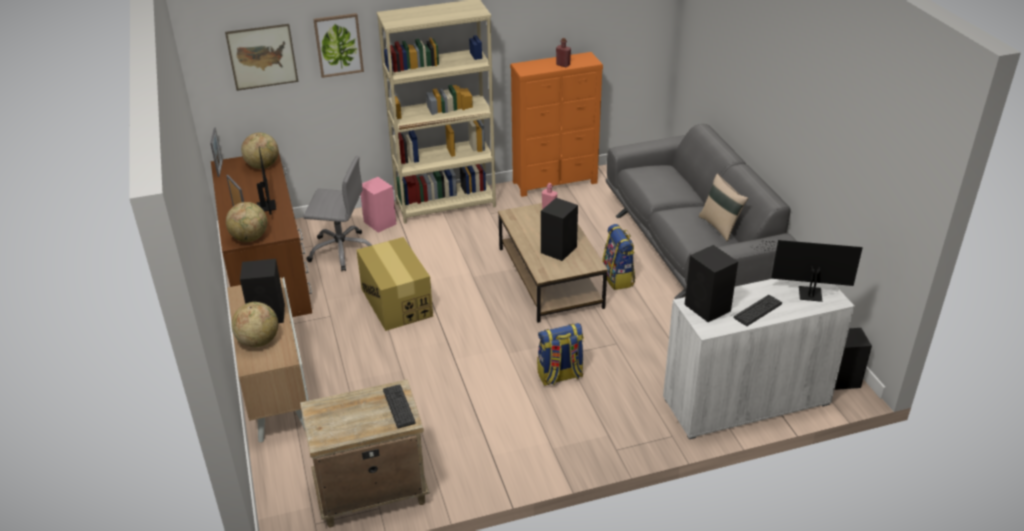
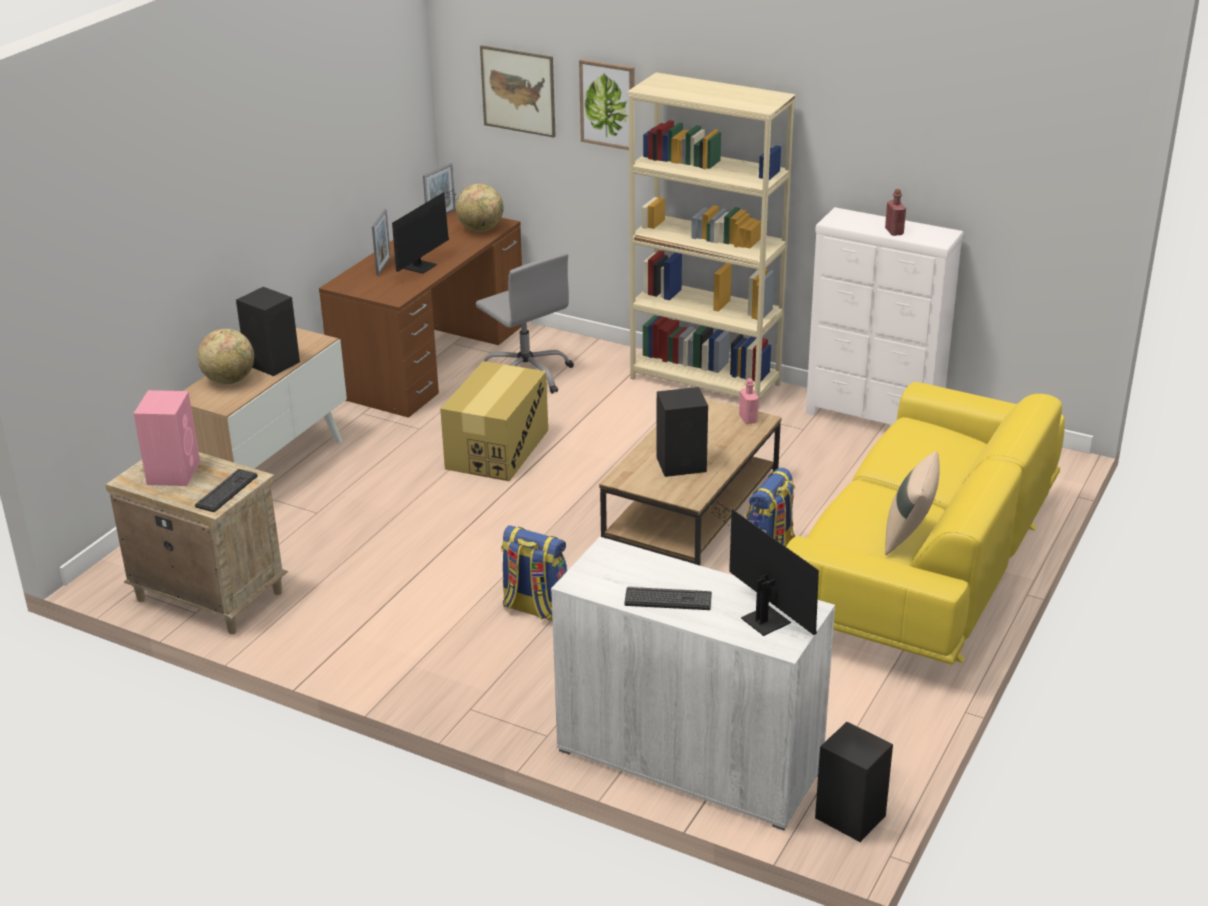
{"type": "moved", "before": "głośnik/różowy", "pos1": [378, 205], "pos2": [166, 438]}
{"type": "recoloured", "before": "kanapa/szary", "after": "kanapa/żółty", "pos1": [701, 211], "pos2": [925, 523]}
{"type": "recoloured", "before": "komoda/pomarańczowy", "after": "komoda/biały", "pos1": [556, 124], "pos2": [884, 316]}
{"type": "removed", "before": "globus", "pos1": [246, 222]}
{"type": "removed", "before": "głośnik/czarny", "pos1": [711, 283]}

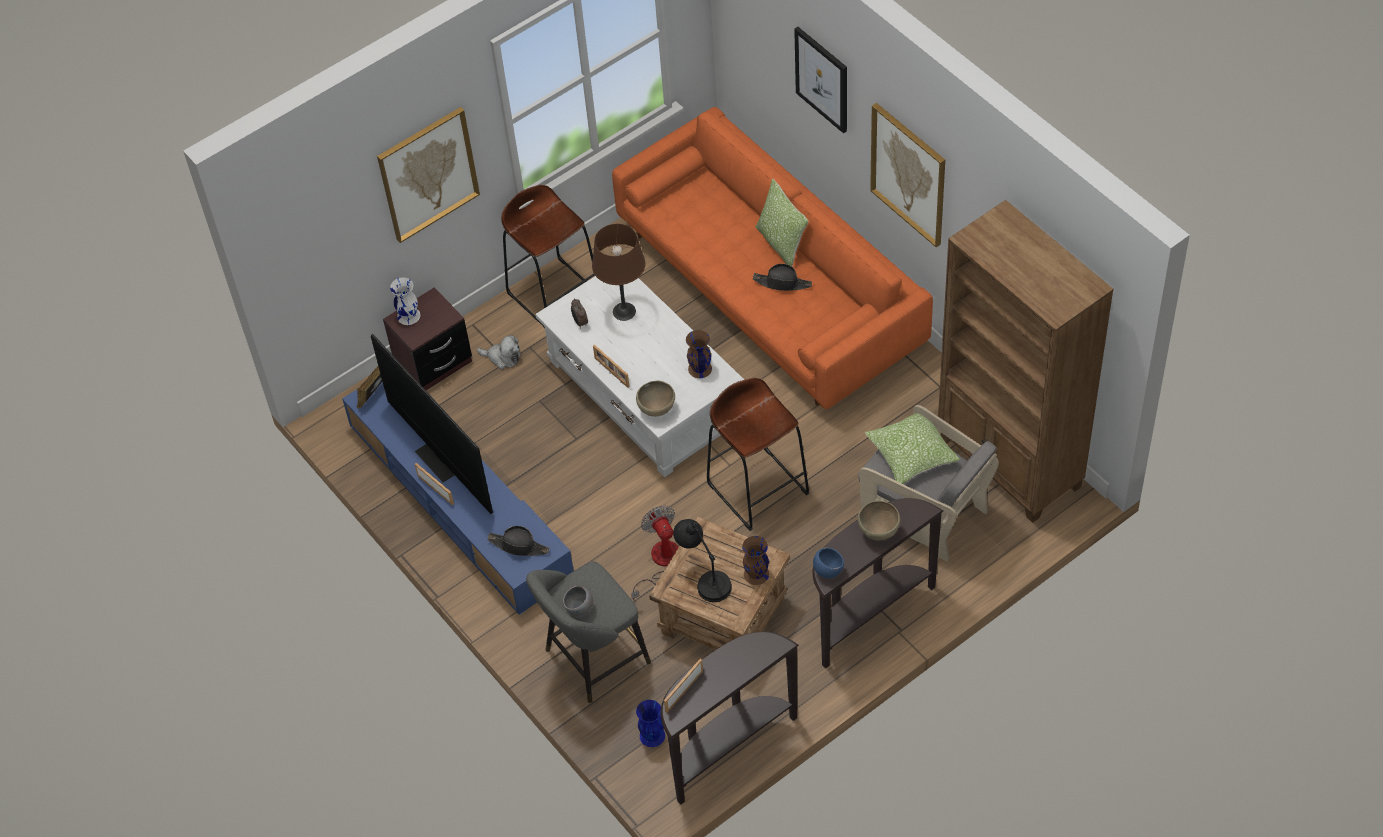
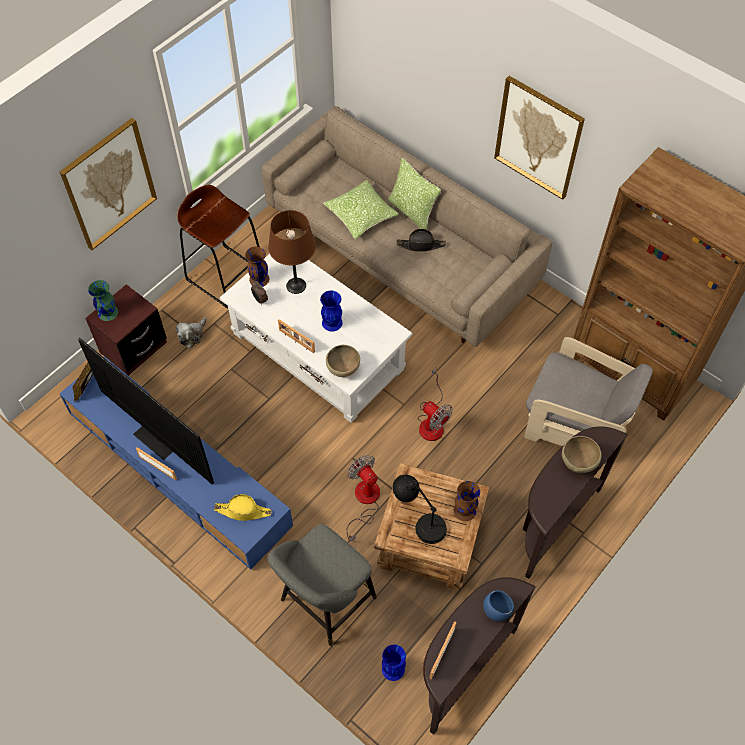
{"type": "recoloured", "before": "wazon/biały", "after": "wazon/zielony", "pos1": [405, 301], "pos2": [103, 300]}
{"type": "turned", "before": "pluszak", "pos1": [498, 352], "pos2": [191, 332], "turn": 120}
{"type": "recoloured", "before": "kapelusz/czarny", "after": "kapelusz/żółty", "pos1": [518, 541], "pos2": [243, 507]}
{"type": "moved", "before": "wazon/brązowy", "pos1": [699, 354], "pos2": [257, 266]}
{"type": "recoloured", "before": "kanapa/pomarańczowy", "after": "kanapa/beżowy", "pos1": [772, 258], "pos2": [407, 226]}
{"type": "added", "after": "wazon/niebieski", "pos2": [331, 311]}
{"type": "moved", "before": "poduszka", "pos1": [912, 446], "pos2": [361, 209]}
{"type": "replaced", "before": "stołek/brązowy", "after": "wentylator", "pos1": [758, 454], "pos2": [435, 404]}
{"type": "moved", "before": "miska/niebieski", "pos1": [828, 563], "pos2": [498, 606]}
{"type": "removed", "before": "miska/szary", "pos1": [578, 601]}
{"type": "removed", "before": "obraz", "pos1": [820, 80]}

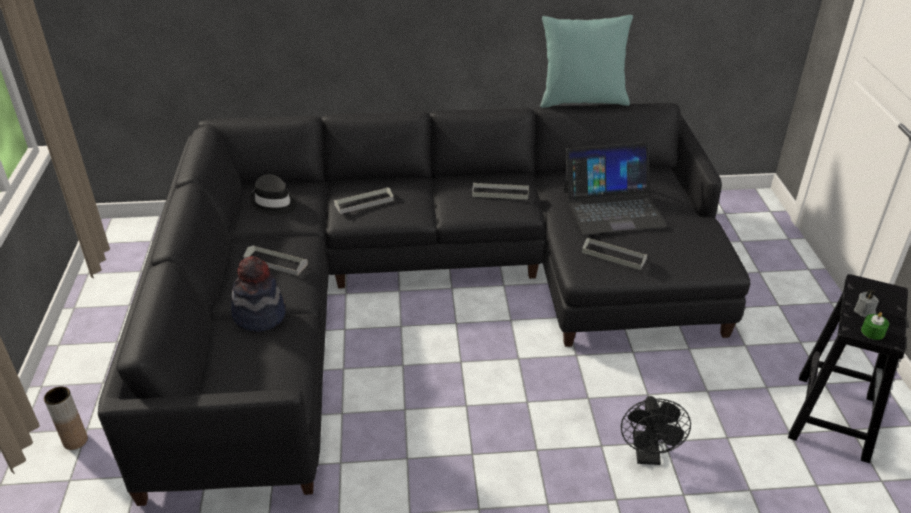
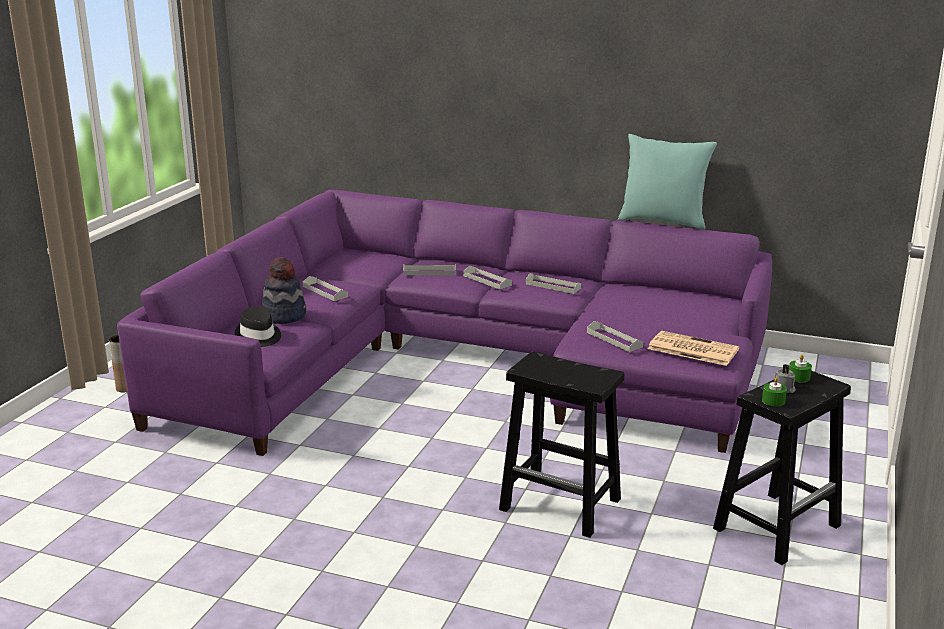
{"type": "recoloured", "before": "kanapa/czarny", "after": "kanapa/fioletowy", "pos1": [424, 304], "pos2": [444, 323]}
{"type": "moved", "before": "kapelusz/czarny", "pos1": [273, 194], "pos2": [258, 326]}
{"type": "added", "after": "taca/szary", "pos2": [487, 277]}
{"type": "replaced", "before": "wentylator/czarny", "after": "stołek/czarny", "pos1": [656, 430], "pos2": [561, 444]}
{"type": "added", "after": "gazeta", "pos2": [693, 348]}
{"type": "added", "after": "świeca/zielony", "pos2": [800, 368]}
{"type": "removed", "before": "laptop", "pos1": [615, 188]}

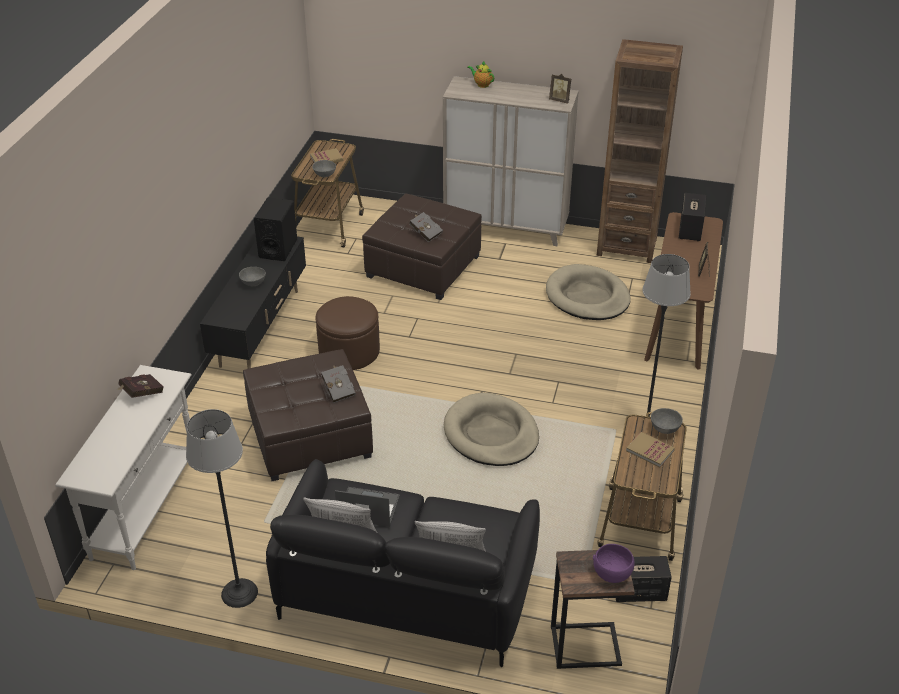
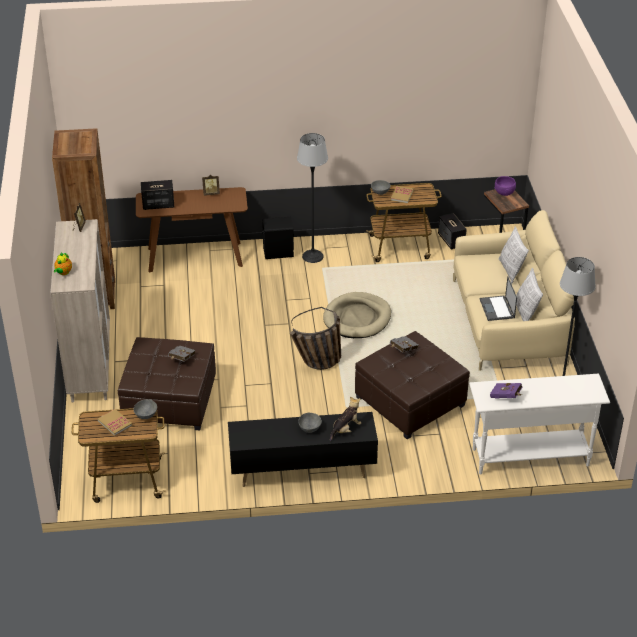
{"type": "moved", "before": "głośnik/czarny", "pos1": [275, 229], "pos2": [278, 238]}
{"type": "added", "after": "koszyk", "pos2": [315, 338]}
{"type": "added", "after": "pluszak", "pos2": [345, 419]}
{"type": "recoloured", "before": "kanapa/czarny", "after": "kanapa/beżowy", "pos1": [403, 563], "pos2": [514, 290]}
{"type": "recoloured", "before": "książka/czerwony", "after": "książka/fioletowy", "pos1": [140, 386], "pos2": [506, 390]}
{"type": "removed", "before": "pufa/brązowy", "pos1": [348, 333]}
{"type": "removed", "before": "legowisko/beżowy", "pos1": [588, 292]}

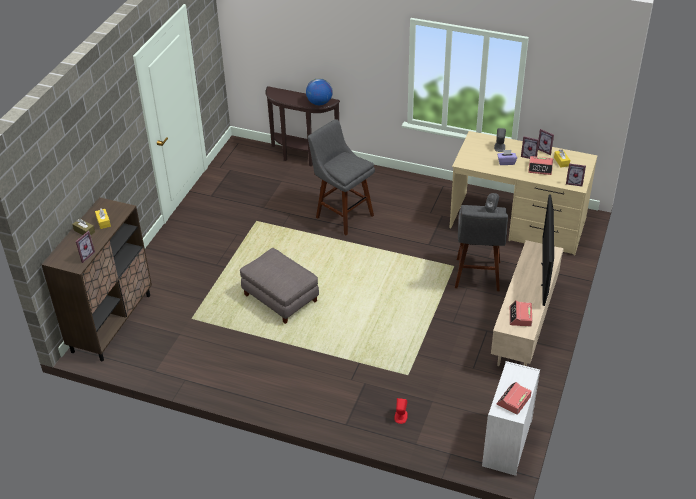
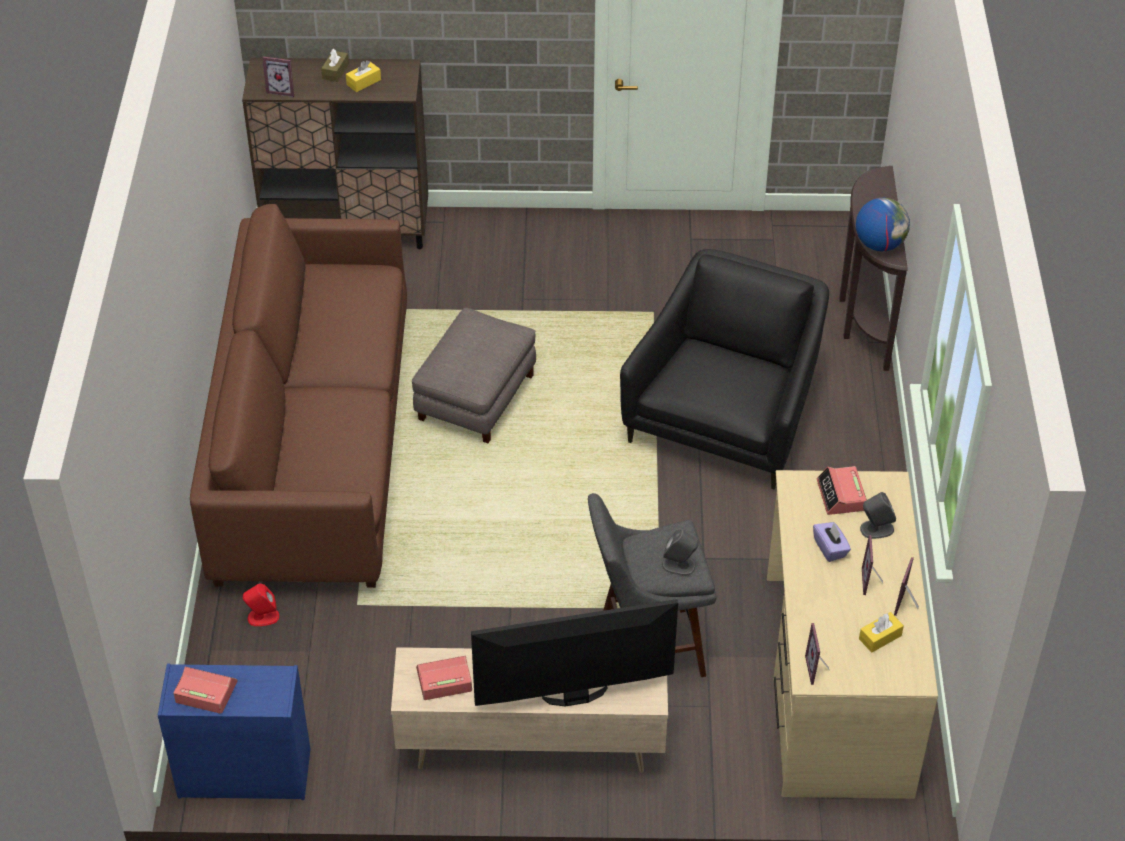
{"type": "recoloured", "before": "komoda/biały", "after": "komoda/niebieski", "pos1": [511, 418], "pos2": [234, 732]}
{"type": "added", "after": "kanapa/brązowy", "pos2": [298, 396]}
{"type": "replaced", "before": "stołek/szary", "after": "fotel/czarny", "pos1": [341, 177], "pos2": [724, 369]}
{"type": "moved", "before": "budzik", "pos1": [540, 165], "pos2": [842, 490]}

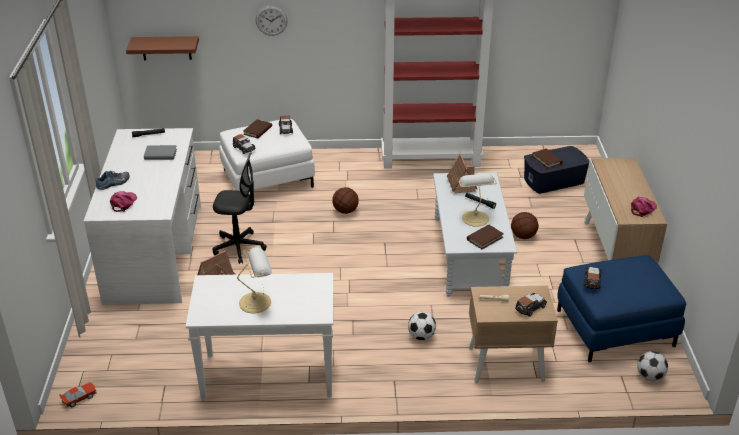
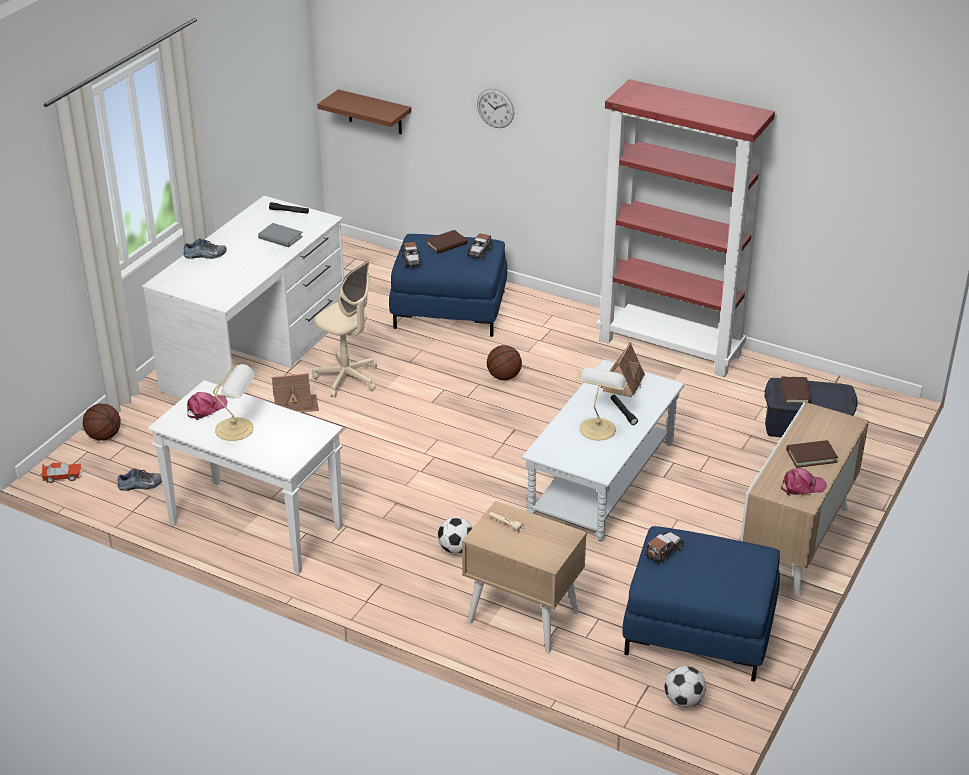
{"type": "moved", "before": "piłka do koszykówki", "pos1": [525, 225], "pos2": [102, 422]}
{"type": "added", "after": "but", "pos2": [139, 479]}
{"type": "moved", "before": "czapka z daszkiem/różowy", "pos1": [123, 201], "pos2": [207, 406]}
{"type": "recoloured", "before": "krzesło biurowe/czarny", "after": "krzesło biurowe/beżowy", "pos1": [240, 207], "pos2": [344, 329]}
{"type": "recoloured", "before": "pufa/biały", "after": "pufa/niebieski", "pos1": [267, 155], "pos2": [448, 285]}
{"type": "moved", "before": "książka/brązowy", "pos1": [485, 237], "pos2": [812, 454]}
{"type": "removed", "before": "samochodzik", "pos1": [531, 305]}

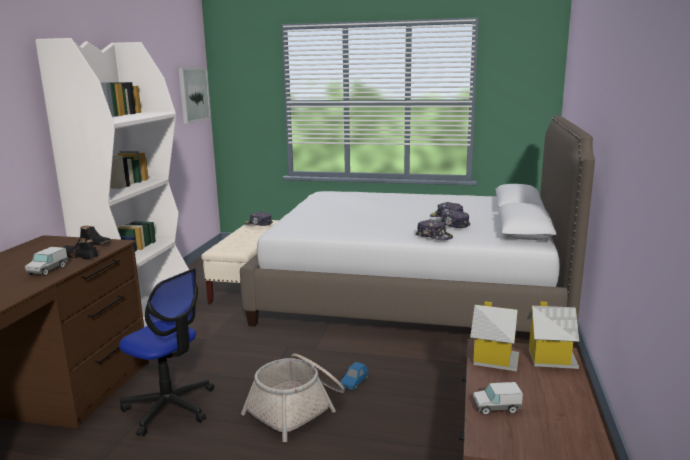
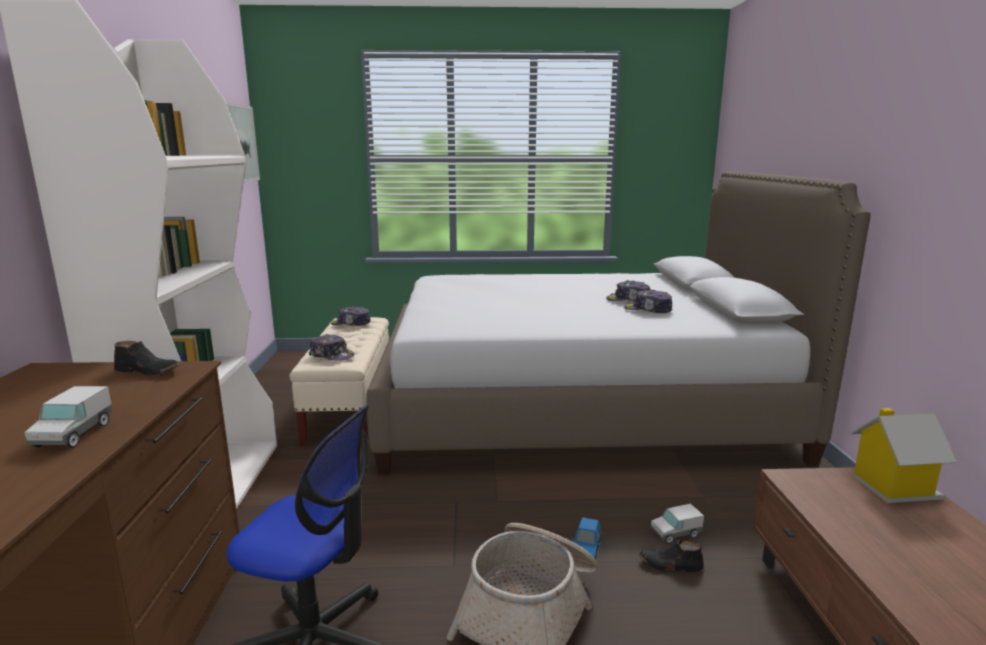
{"type": "moved", "before": "czapka z daszkiem", "pos1": [434, 229], "pos2": [331, 347]}
{"type": "moved", "before": "but/czarny", "pos1": [80, 248], "pos2": [671, 556]}
{"type": "moved", "before": "ciężarówka zabawkowa", "pos1": [498, 398], "pos2": [677, 523]}
{"type": "removed", "before": "domek", "pos1": [494, 336]}

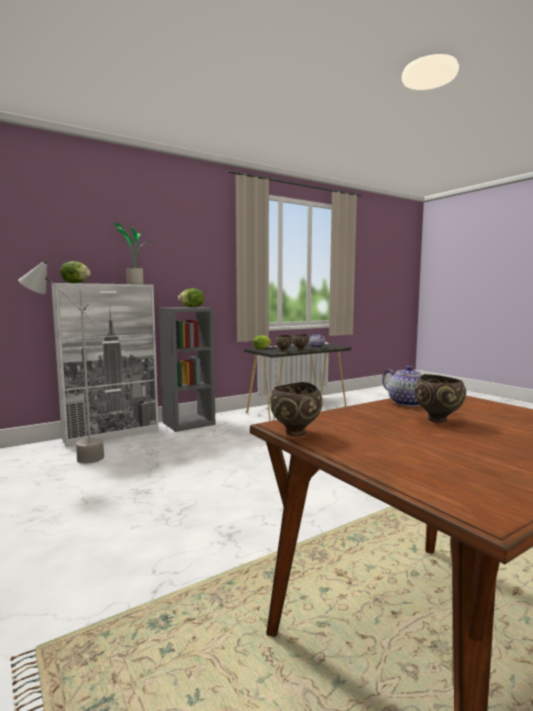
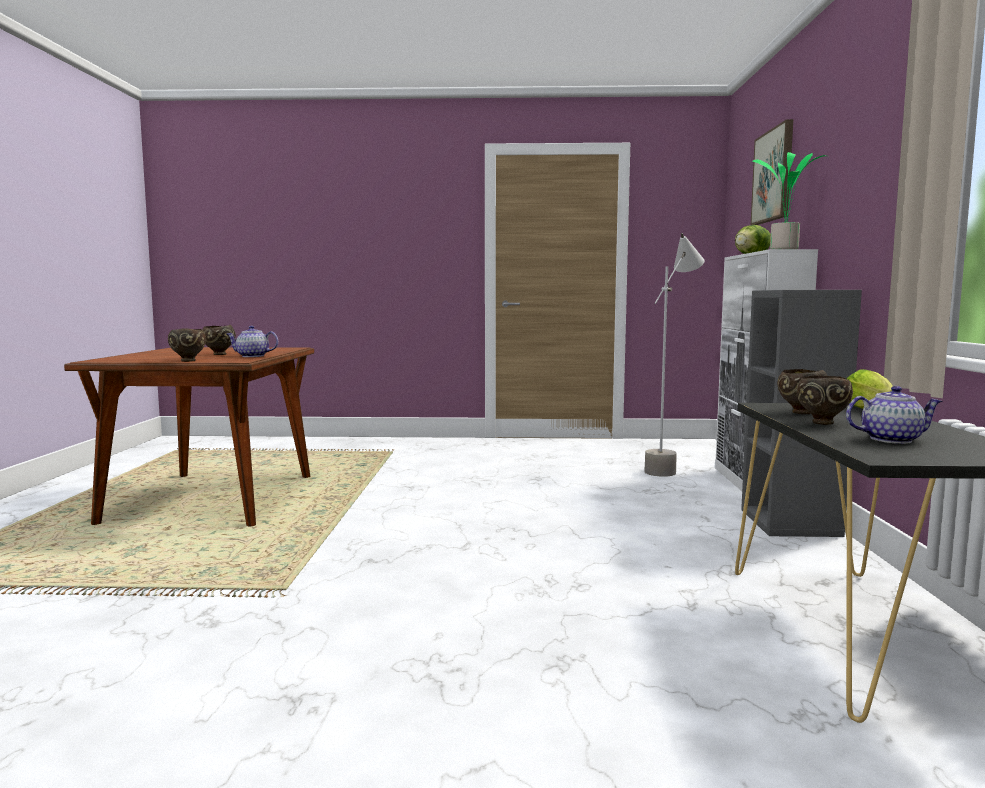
{"type": "moved", "before": "miska/brązowy", "pos1": [296, 409], "pos2": [187, 345]}
{"type": "added", "after": "obraz", "pos2": [772, 172]}
{"type": "removed", "before": "sałata", "pos1": [191, 297]}

